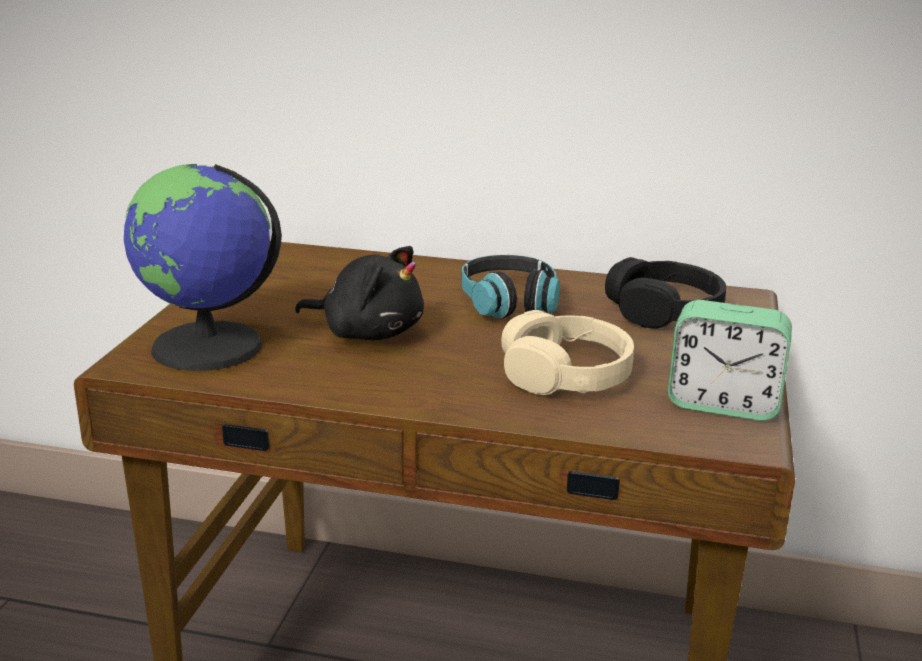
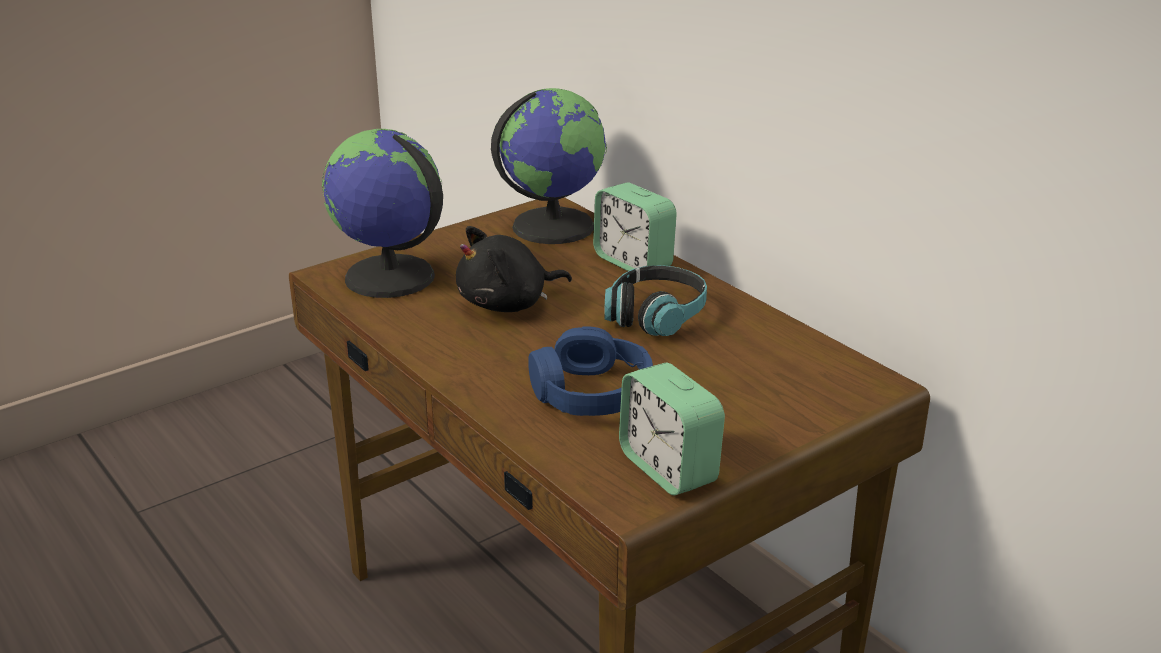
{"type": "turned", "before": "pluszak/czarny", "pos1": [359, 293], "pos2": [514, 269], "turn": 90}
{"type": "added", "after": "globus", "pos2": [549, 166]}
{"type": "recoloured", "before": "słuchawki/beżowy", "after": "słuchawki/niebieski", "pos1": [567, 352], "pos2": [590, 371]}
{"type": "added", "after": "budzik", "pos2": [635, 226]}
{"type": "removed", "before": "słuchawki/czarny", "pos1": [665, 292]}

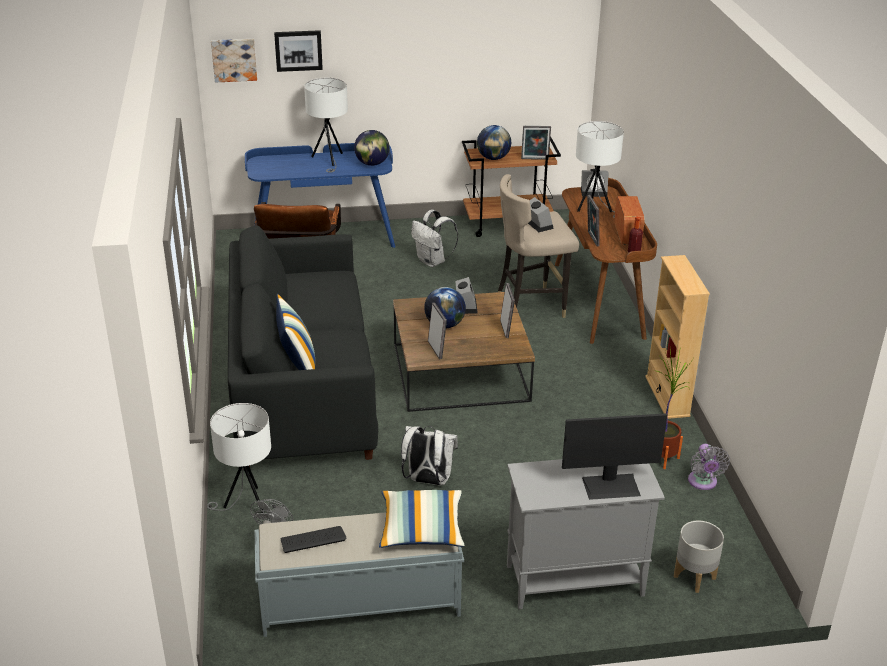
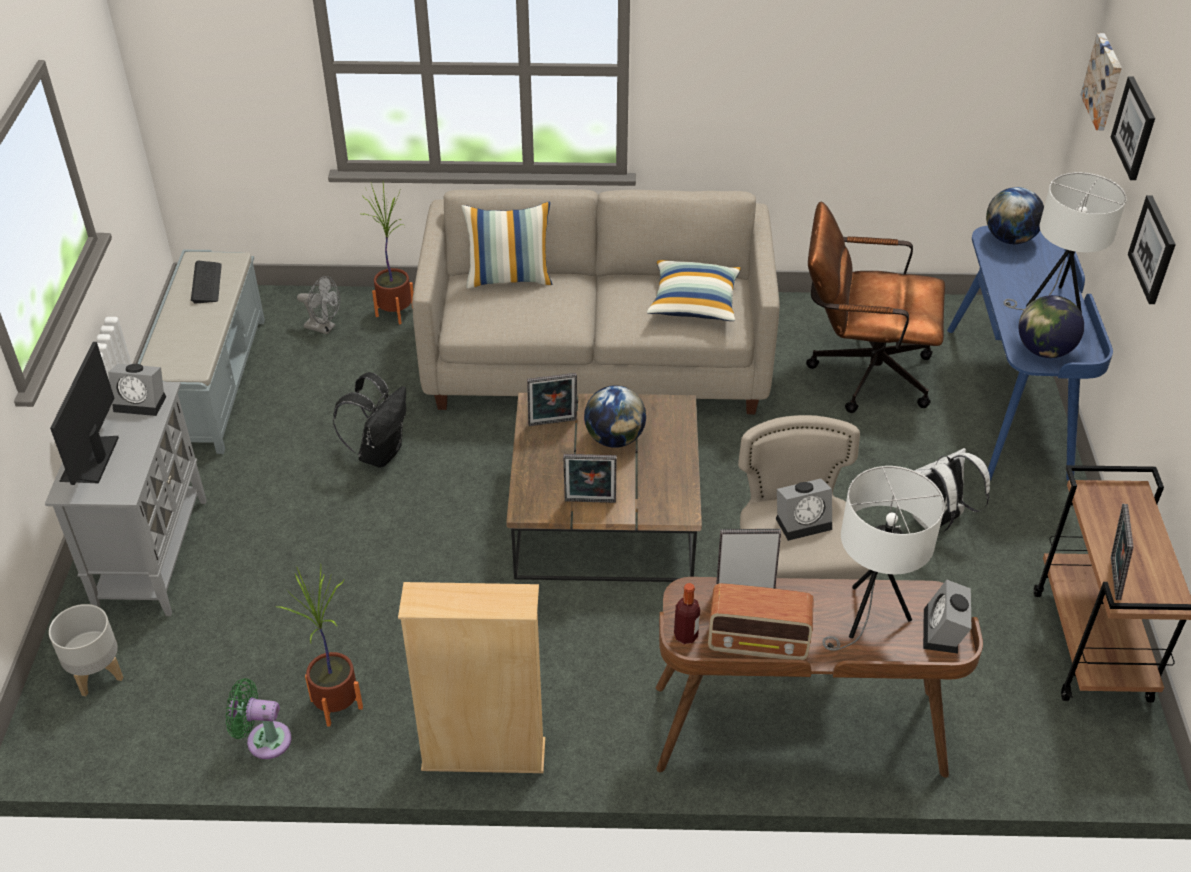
{"type": "moved", "before": "budzik", "pos1": [466, 295], "pos2": [137, 390]}
{"type": "recoloured", "before": "wentylator/szary", "after": "wentylator/zielony", "pos1": [709, 467], "pos2": [258, 718]}
{"type": "recoloured", "before": "plecak/biały", "after": "plecak/czarny", "pos1": [429, 455], "pos2": [369, 420]}
{"type": "replaced", "before": "lampa stołowa/biały", "after": "roślina doniczkowa", "pos1": [239, 458], "pos2": [388, 253]}
{"type": "recoloured", "before": "kanapa/czarny", "after": "kanapa/beżowy", "pos1": [303, 348], "pos2": [596, 301]}
{"type": "moved", "before": "poduszka", "pos1": [422, 519], "pos2": [694, 290]}
{"type": "moved", "before": "globus", "pos1": [494, 142], "pos2": [1015, 215]}
{"type": "added", "after": "obraz", "pos2": [1152, 249]}

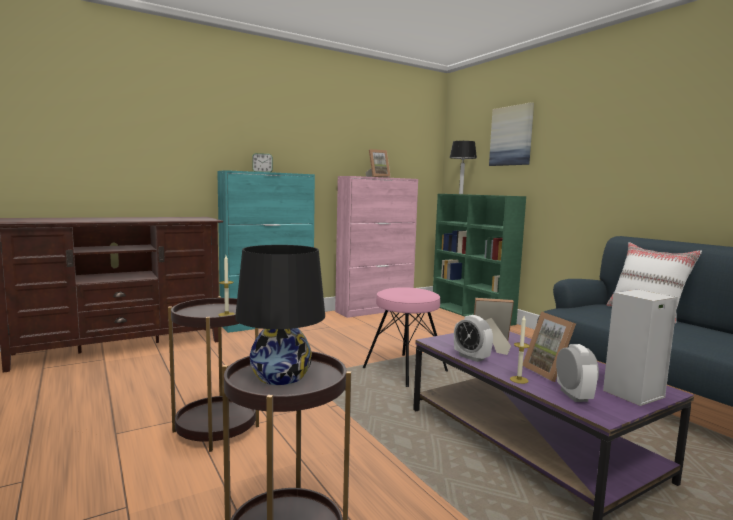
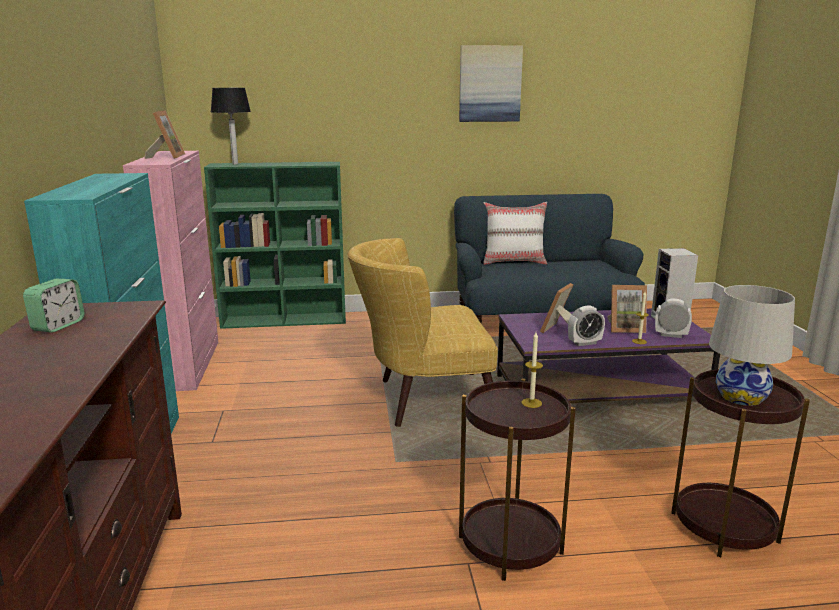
{"type": "moved", "before": "budzik", "pos1": [262, 162], "pos2": [53, 306]}
{"type": "replaced", "before": "stołek/różowy", "after": "fotel/żółty", "pos1": [405, 337], "pos2": [423, 332]}
{"type": "moved", "before": "obraz", "pos1": [511, 134], "pos2": [491, 83]}
{"type": "recoloured", "before": "lampa stołowa/czarny", "after": "lampa stołowa/biały", "pos1": [280, 315], "pos2": [752, 345]}

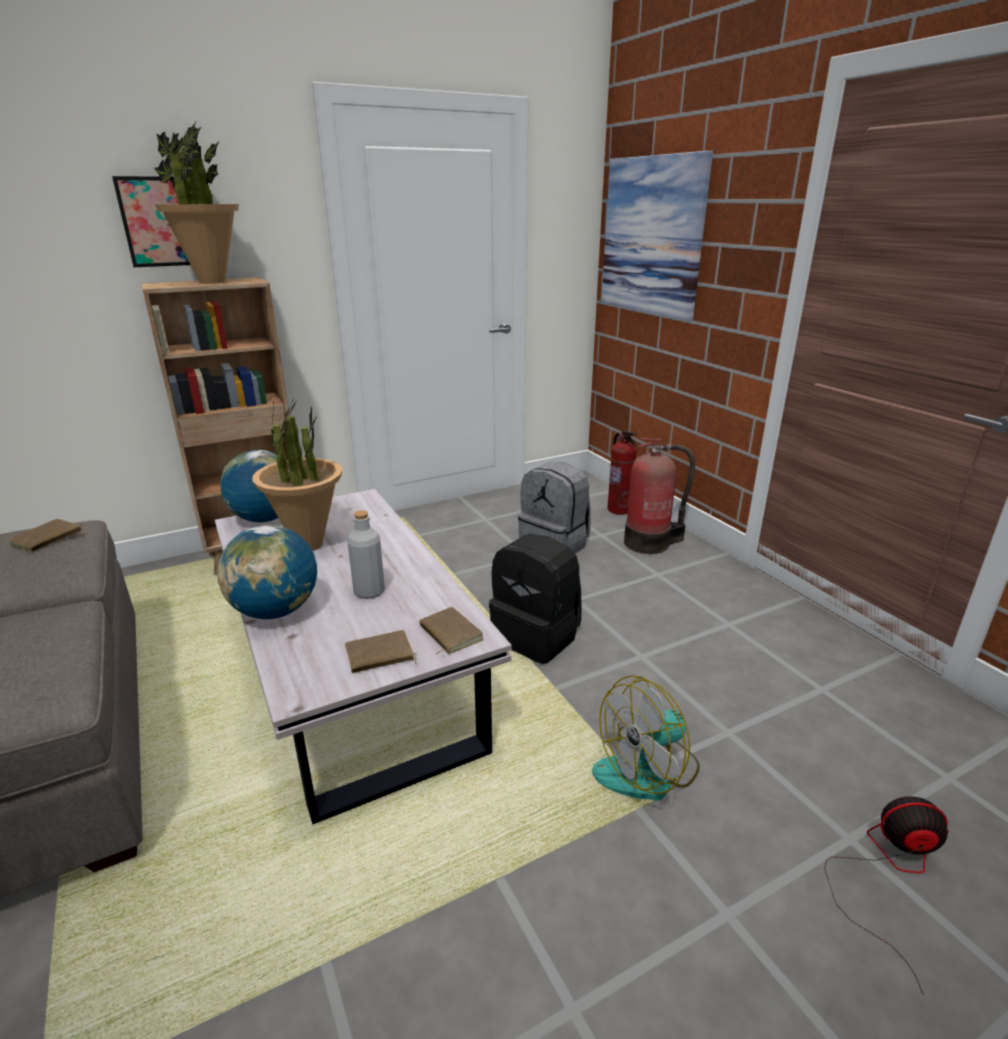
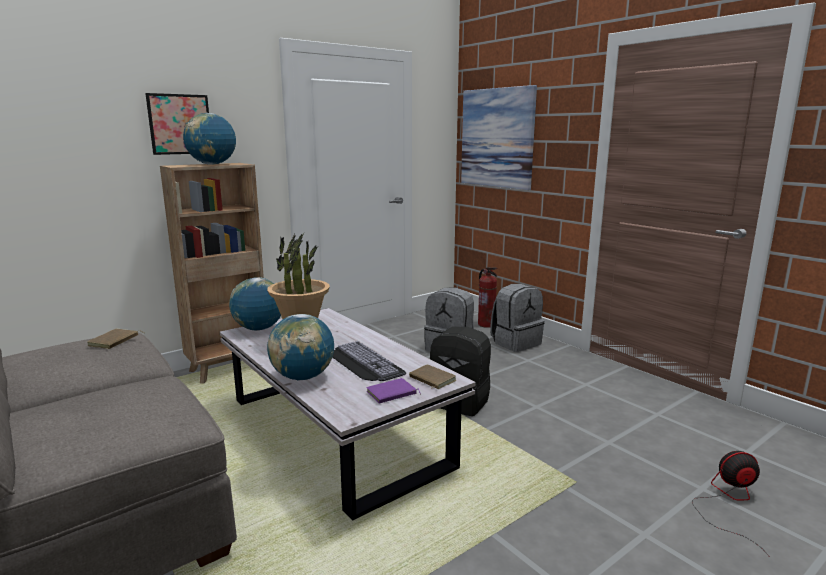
{"type": "replaced", "before": "roślina doniczkowa", "after": "globus", "pos1": [196, 203], "pos2": [209, 139]}
{"type": "replaced", "before": "butelka/szary", "after": "klawiatura", "pos1": [366, 554], "pos2": [369, 361]}
{"type": "recoloured", "before": "książka/brązowy", "after": "książka/fioletowy", "pos1": [381, 651], "pos2": [393, 391]}
{"type": "replaced", "before": "gaśnica", "after": "plecak/szary", "pos1": [659, 496], "pos2": [517, 318]}
{"type": "removed", "before": "wentylator", "pos1": [646, 738]}

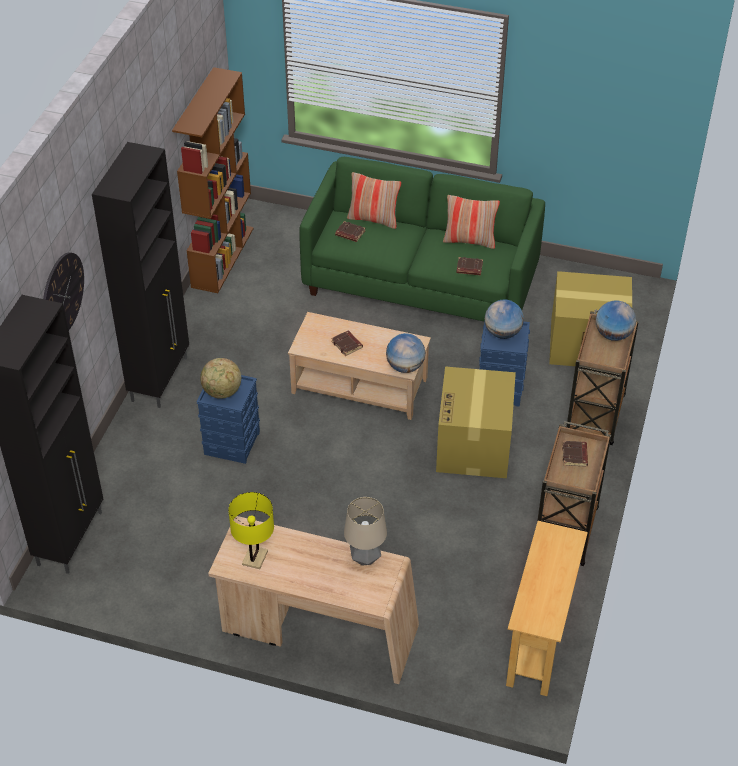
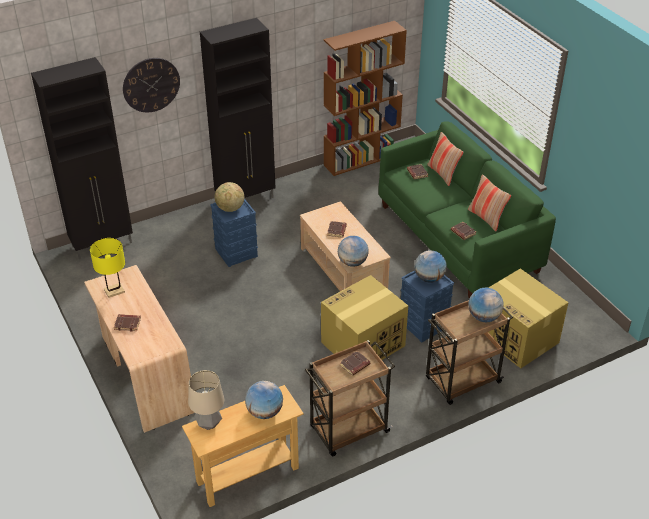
{"type": "added", "after": "książka/brązowy", "pos2": [127, 322]}
{"type": "moved", "before": "lampa stołowa", "pos1": [365, 531], "pos2": [206, 400]}
{"type": "added", "after": "globus", "pos2": [264, 400]}

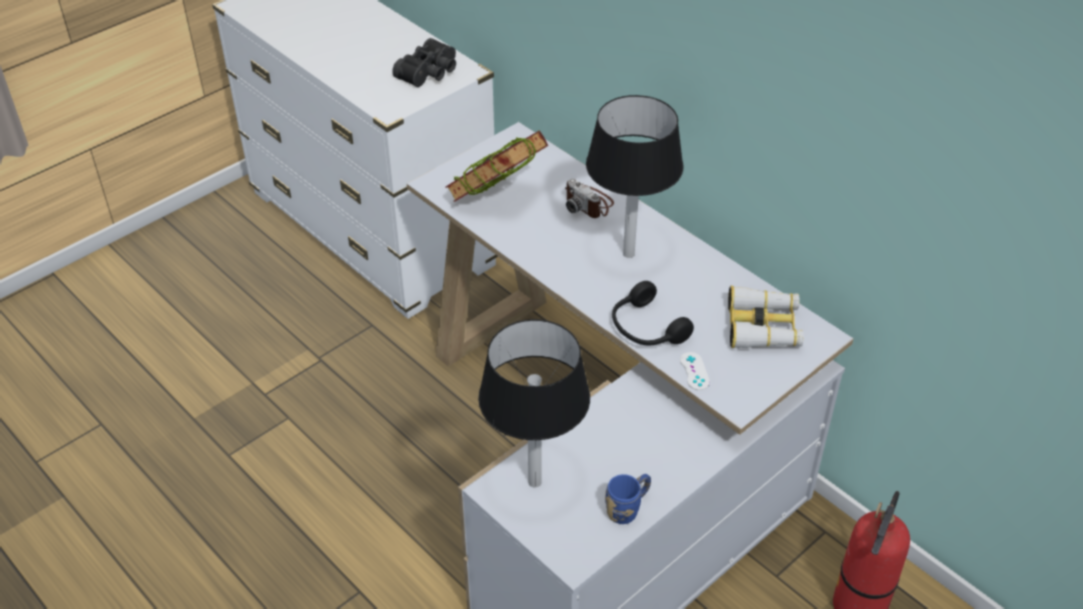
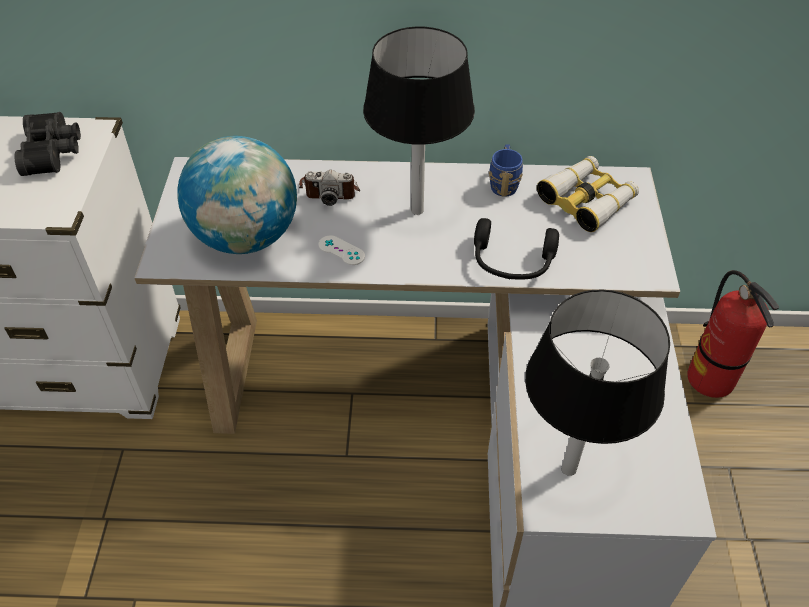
{"type": "replaced", "before": "książka", "after": "globus", "pos1": [496, 166], "pos2": [237, 195]}
{"type": "moved", "before": "pad do gier/biały", "pos1": [695, 371], "pos2": [342, 250]}
{"type": "moved", "before": "kubek/niebieski", "pos1": [628, 499], "pos2": [506, 170]}

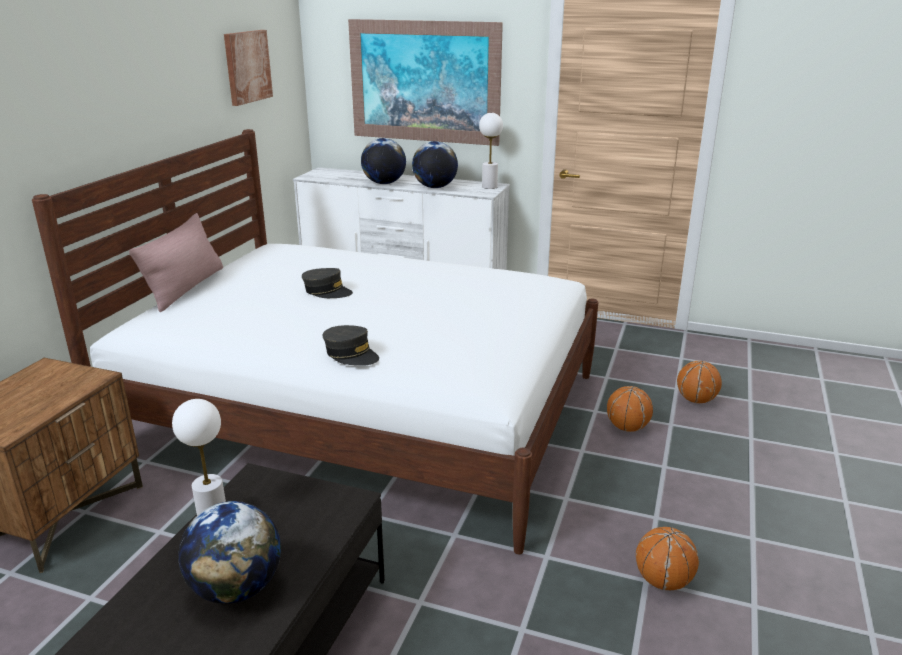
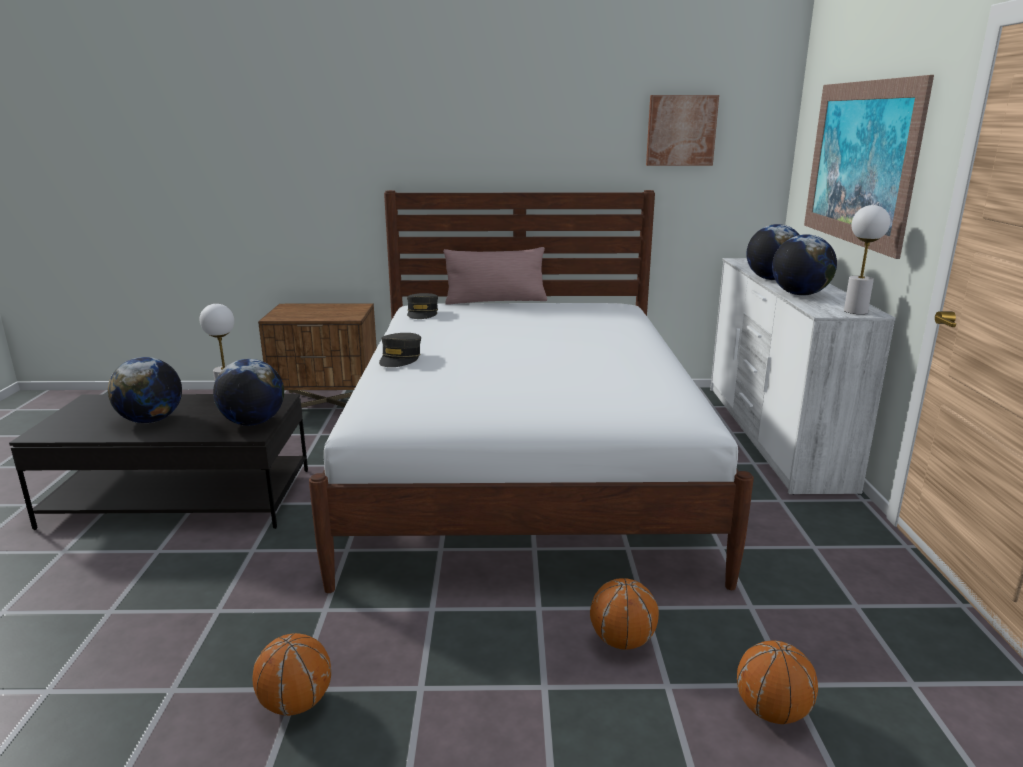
{"type": "added", "after": "globus", "pos2": [248, 392]}
{"type": "moved", "before": "czapka z daszkiem/szary", "pos1": [327, 283], "pos2": [422, 306]}

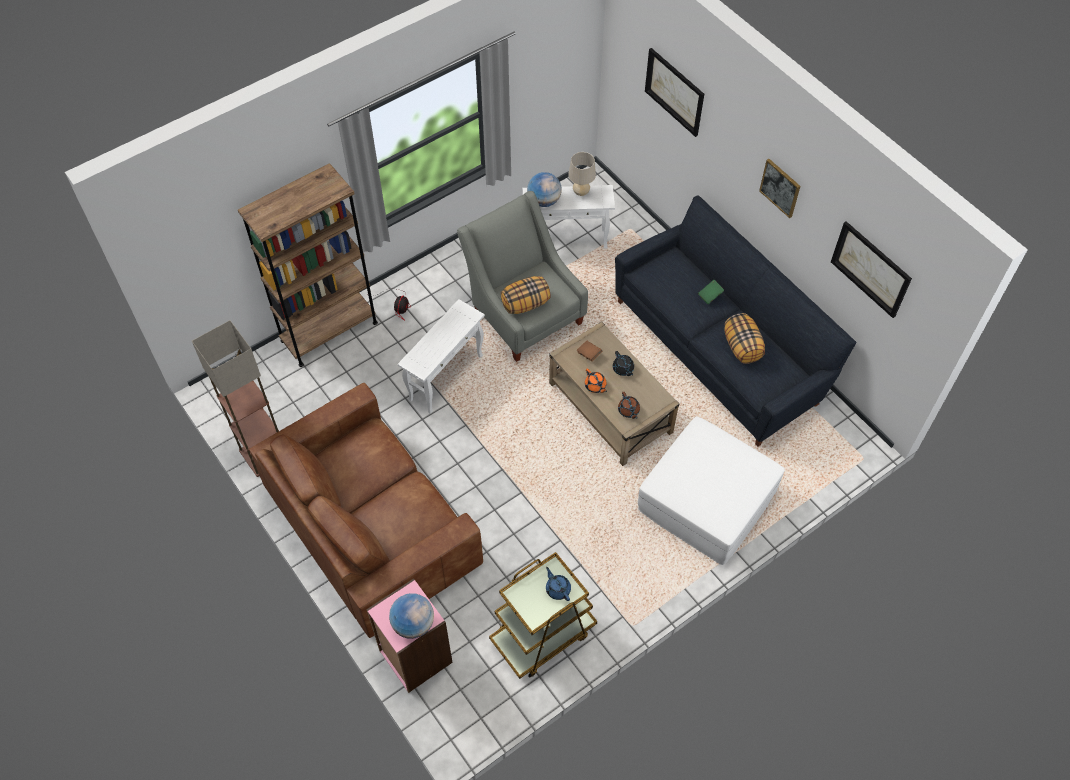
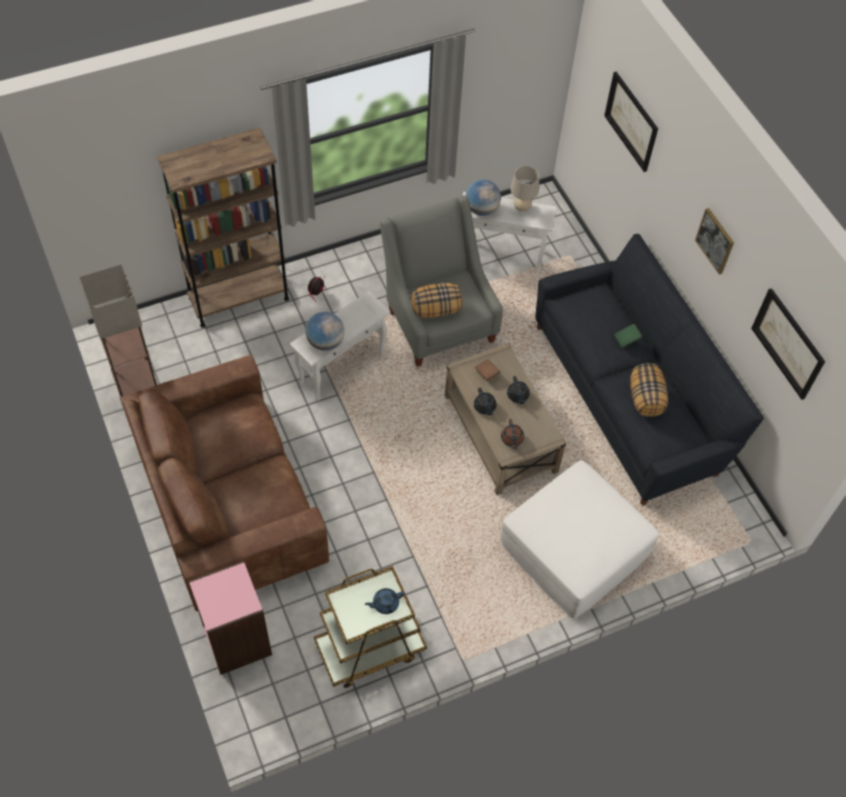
{"type": "moved", "before": "globus", "pos1": [411, 616], "pos2": [324, 331]}
{"type": "turned", "before": "imbryk/niebieski", "pos1": [558, 584], "pos2": [385, 601], "turn": -90}
{"type": "recoloured", "before": "imbryk/pomarańczowy", "after": "imbryk/czarny", "pos1": [596, 381], "pos2": [485, 402]}

